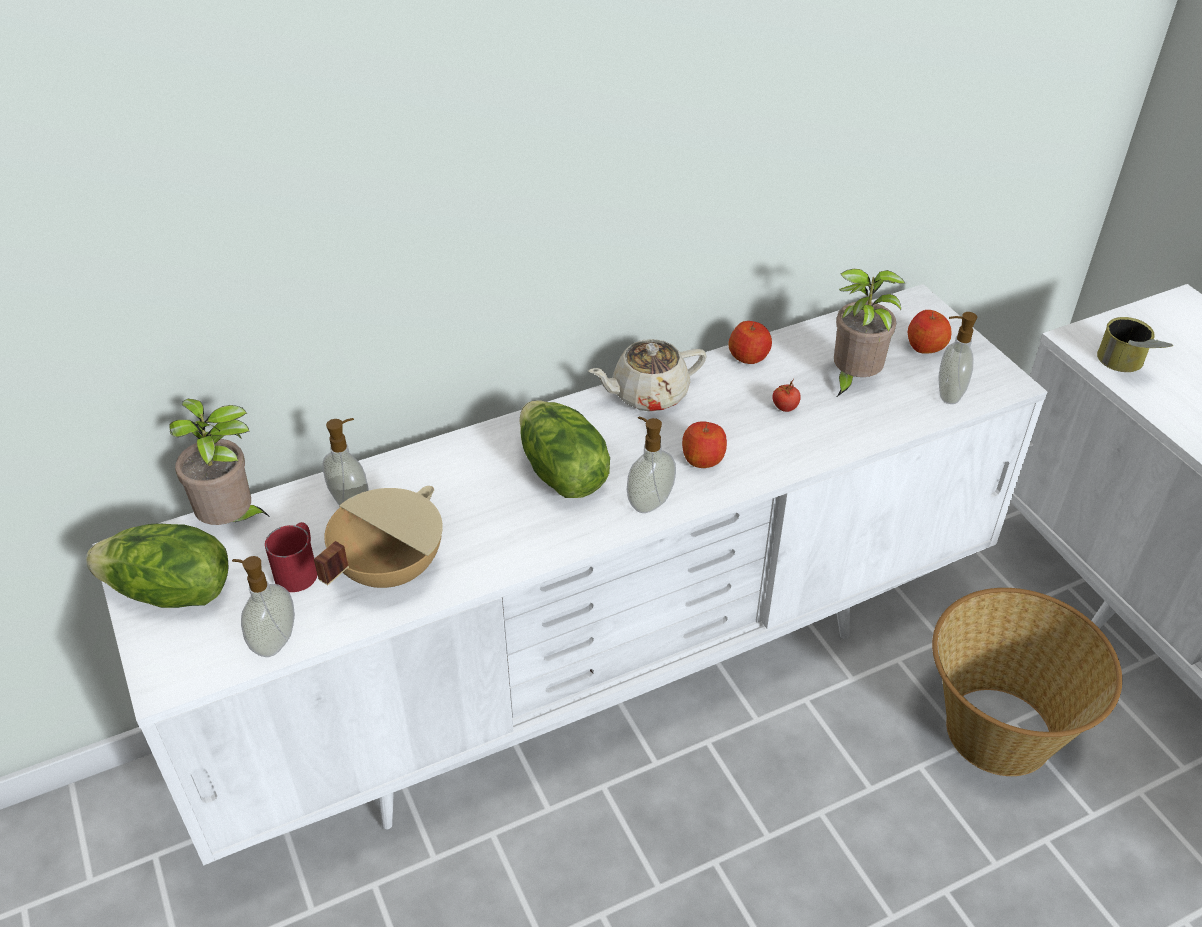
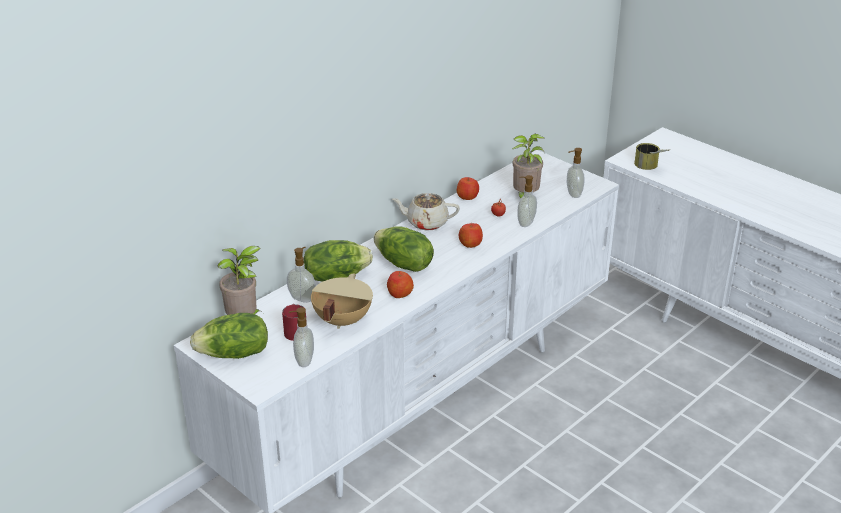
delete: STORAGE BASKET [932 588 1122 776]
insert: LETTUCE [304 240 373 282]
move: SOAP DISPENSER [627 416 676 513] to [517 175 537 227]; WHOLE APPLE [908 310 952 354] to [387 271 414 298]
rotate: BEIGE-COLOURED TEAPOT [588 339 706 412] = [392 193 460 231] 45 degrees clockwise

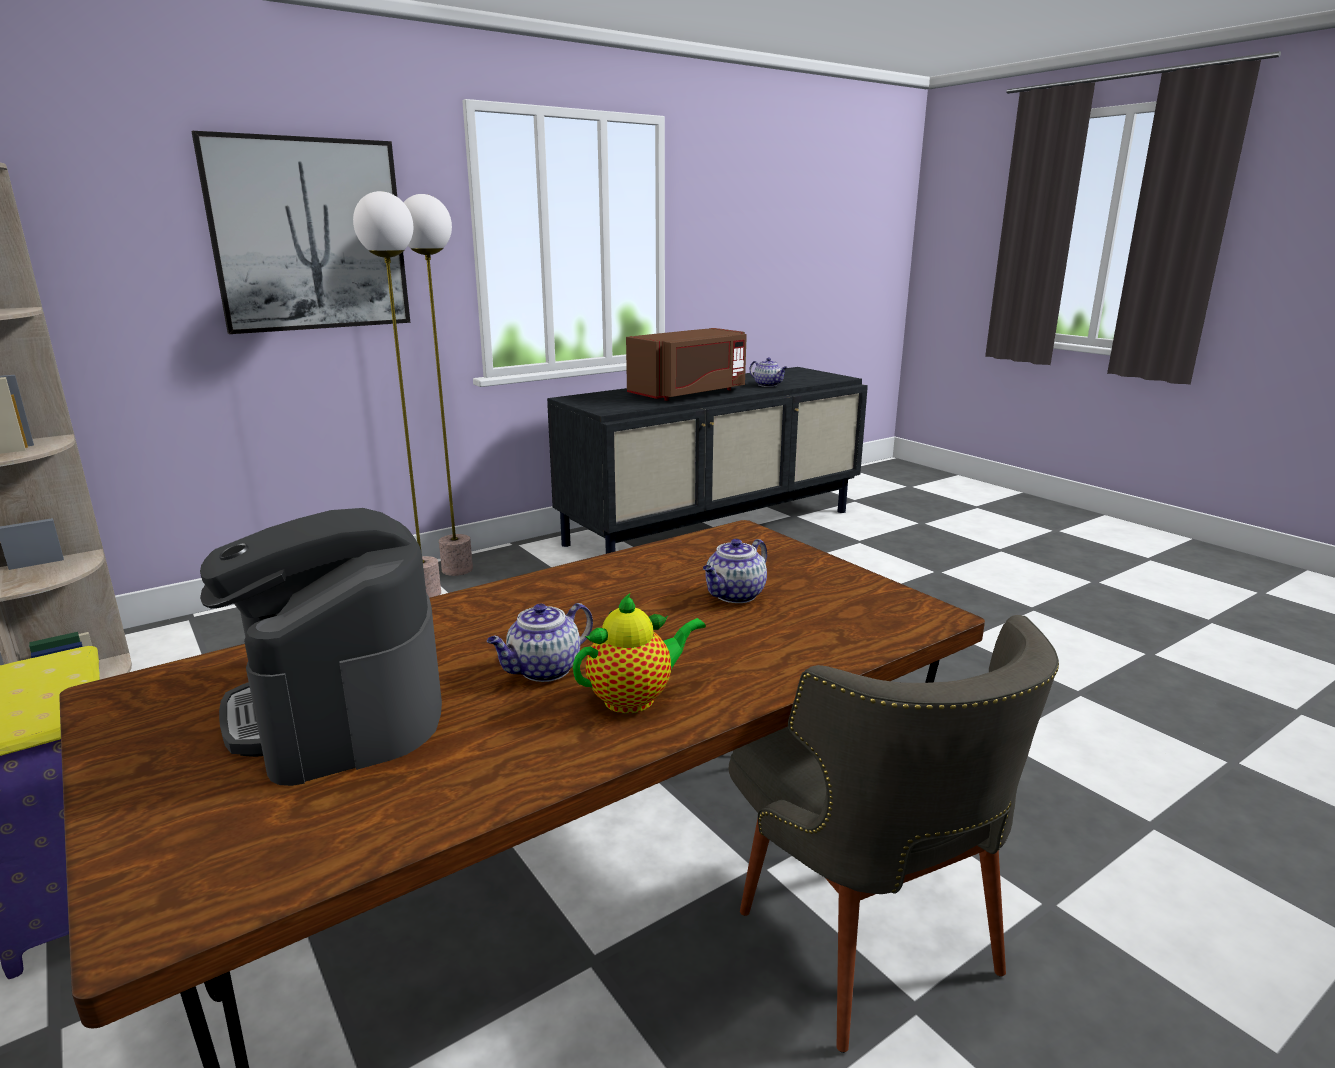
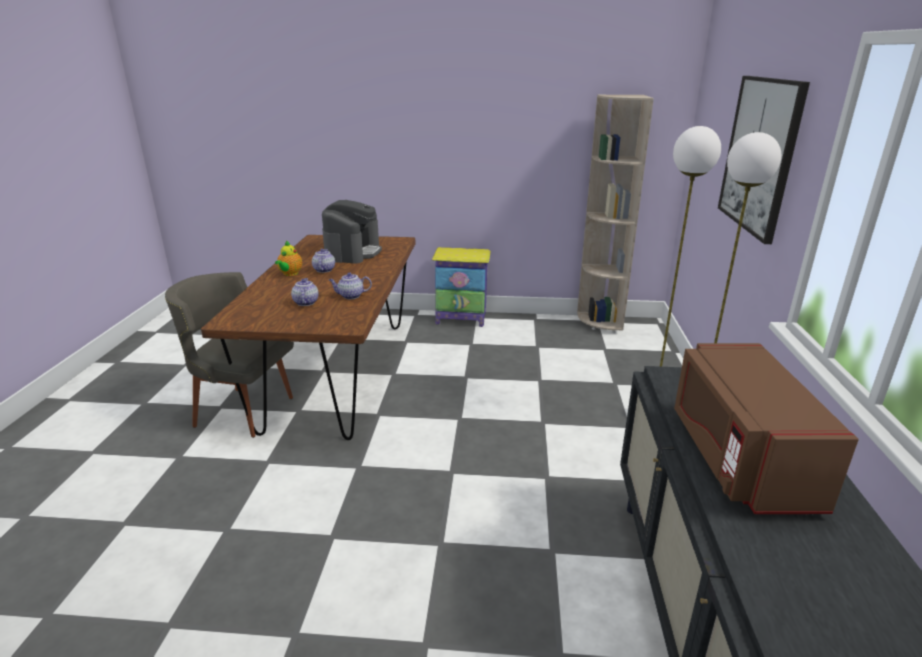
move: TEAPOT [750 358 788 387] to [329 272 372 299]
rotate: COFFEE MAKER [200 508 442 786] = [322 200 382 264] 90 degrees clockwise

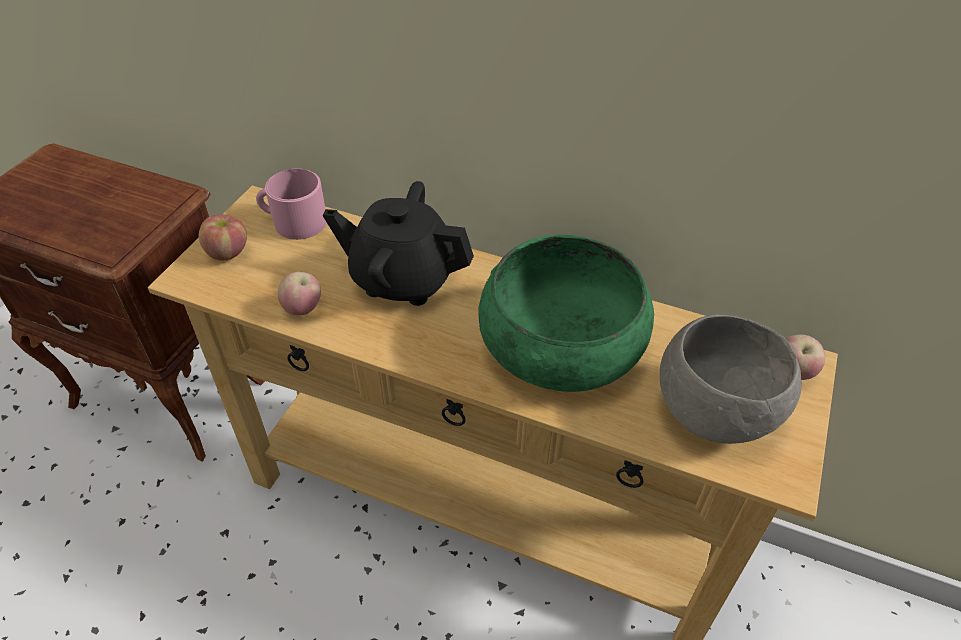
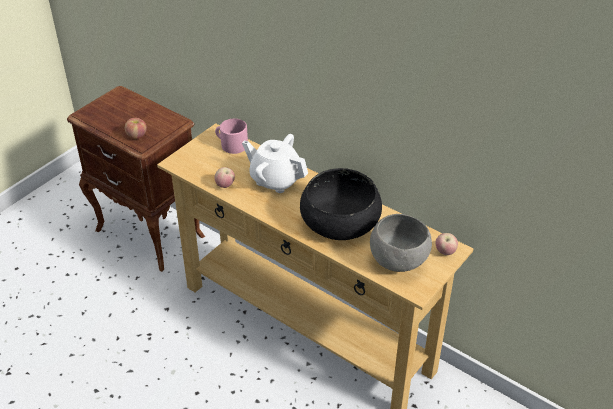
move: WHOLE APPLE [199 214 247 260] to [125 118 147 139]
recolor: BLACKISH TEAPOT [323 181 474 306] to WHITE-COLOURED TEAPOT [242 134 308 193]; GREEN DEEP DISH [478 234 654 392] to BLACKISH DEEP DISH [300 168 382 240]

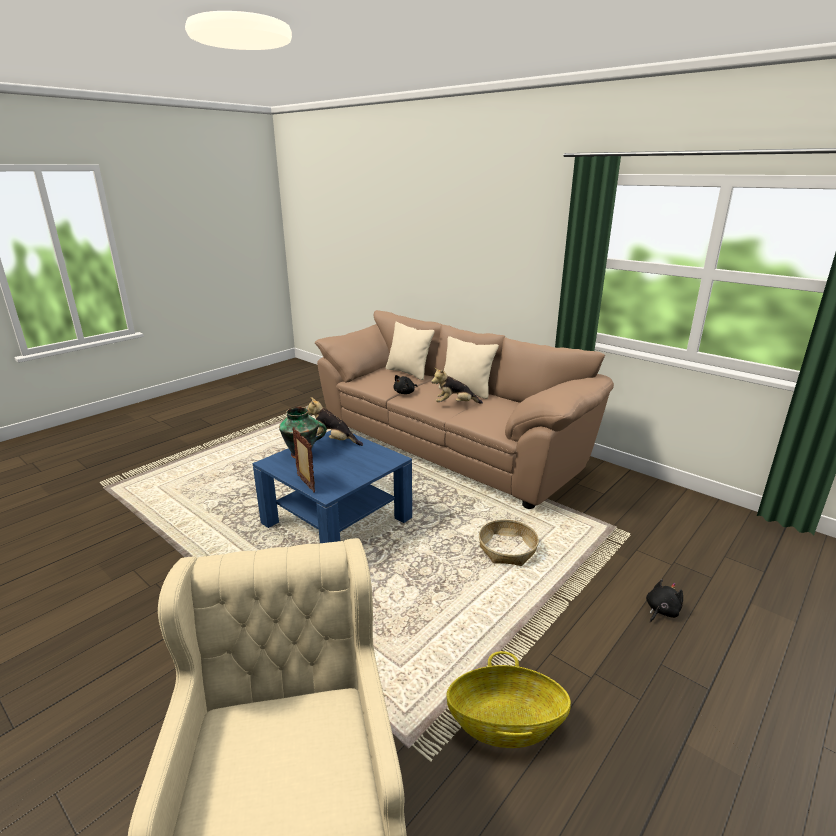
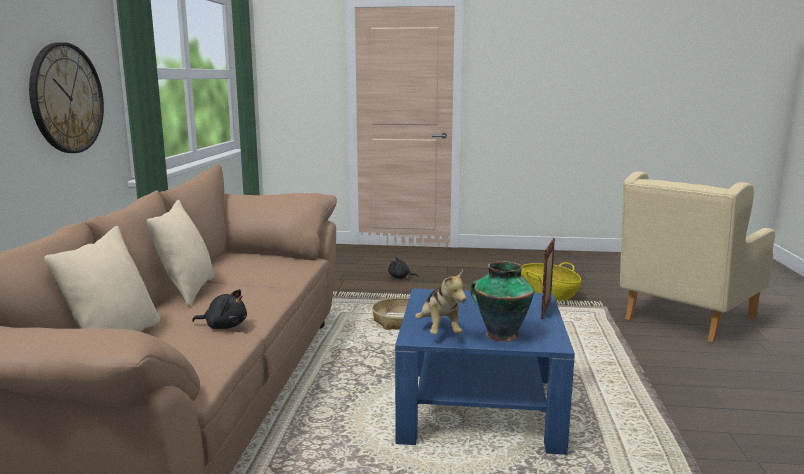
delete: CUDDLY TOY [431 368 483 404]
insert: WALL CLOCK [29 42 104 153]

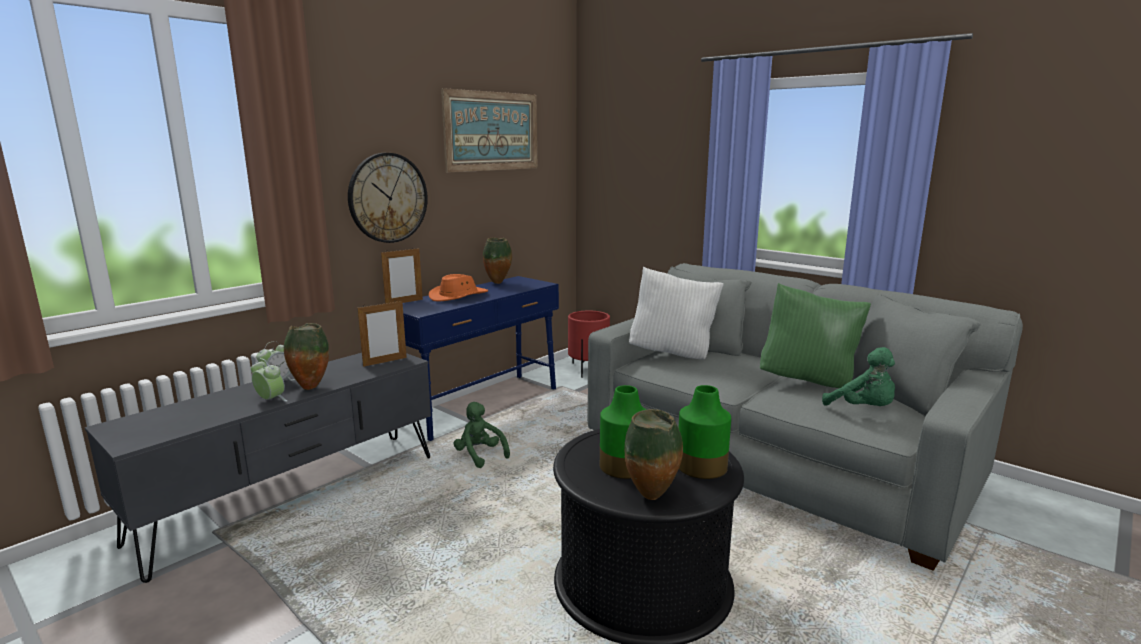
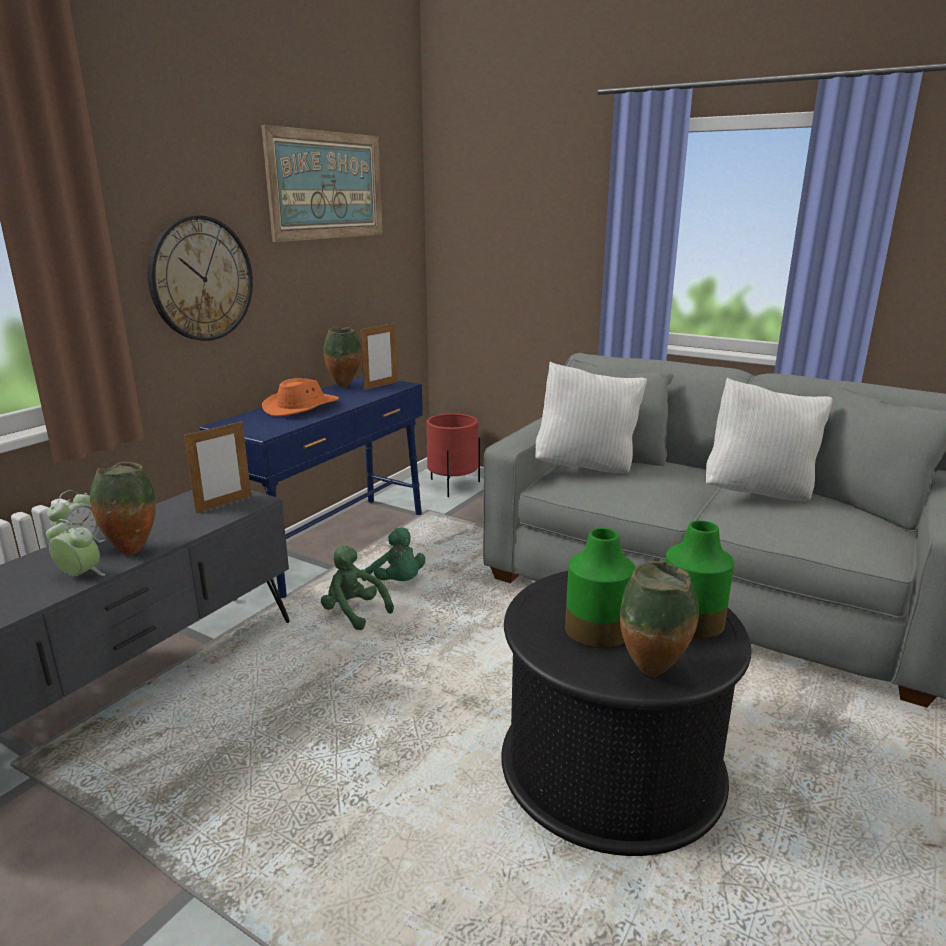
move: PHOTO FRAME [381 248 423 304] to [360 322 398 390]; GREEN CUDDLY TOY [822 347 895 406] to [361 527 425 581]
recolor: GREEN PILLOW [760 283 871 388] to WHITE-COLOURED PILLOW [706 378 832 502]

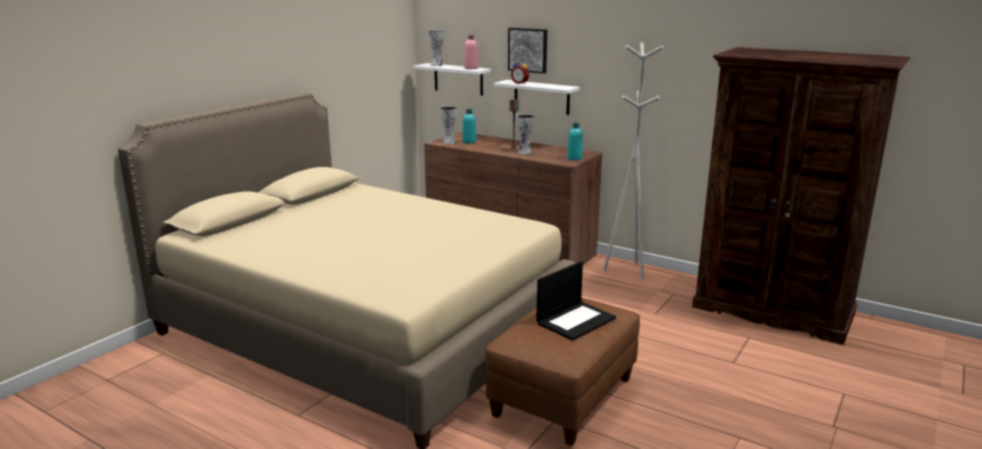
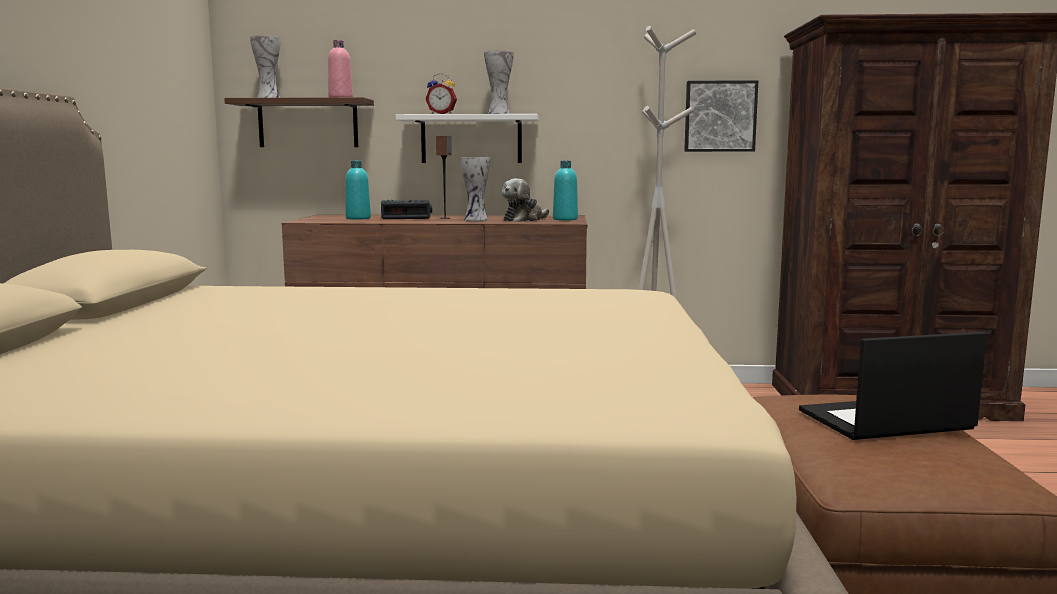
insert: TABLE CLOCK [381 200 432 219]; CUDDLY TOY [502 178 549 222]
move: FLOWER VASE [440 106 457 144] to [484 51 514 114]; WALL ART [508 28 547 74] to [684 80 758 152]
recolor: WHITE-COLOURED SHELF [413 63 491 95] to BROWN-COLOURED SHELF [224 97 374 147]
rotate: NOTEBOOK COMPUTER [536 261 616 341] = [799 332 987 440] 120 degrees counterclockwise

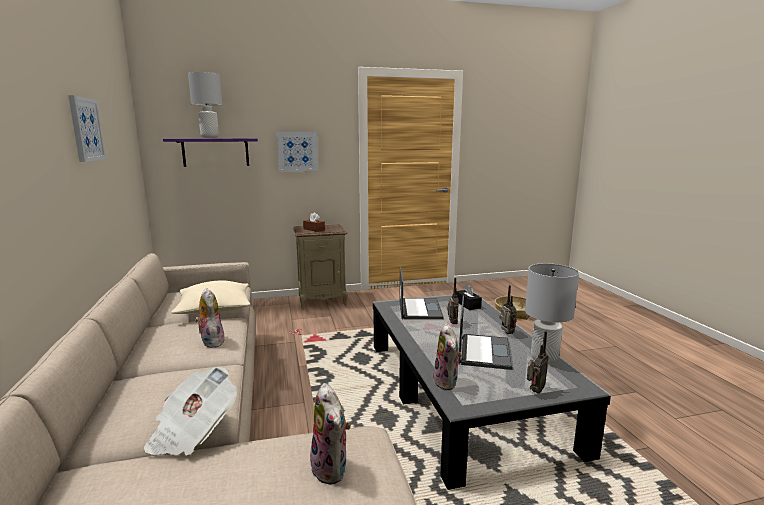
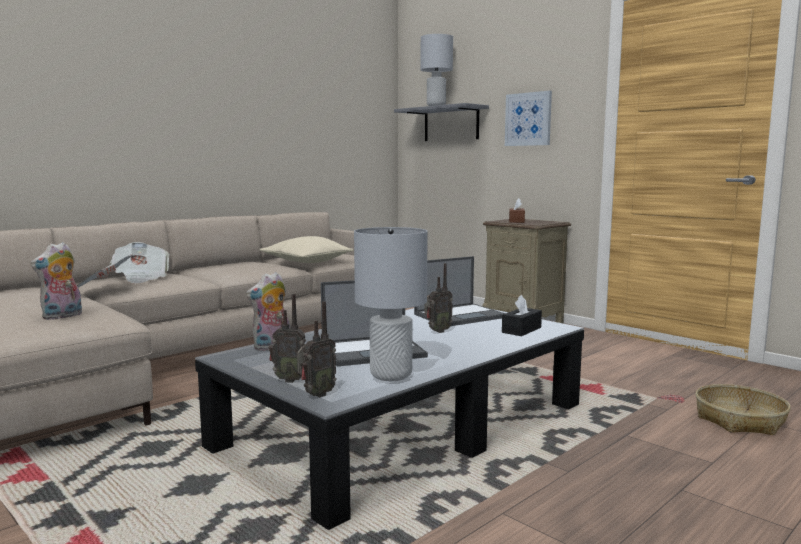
delete: WALL ART [68 95 106 162]; CUDDLY TOY [195 288 225 348]
insert: PRINTED PAPER [110 242 169 284]
move: RADIO SET [500 285 517 334] to [297 301 337 397]
recolor: PURPLE-COLOURED SHELF [163 138 258 167] to GREYISH SHELF [394 103 489 141]

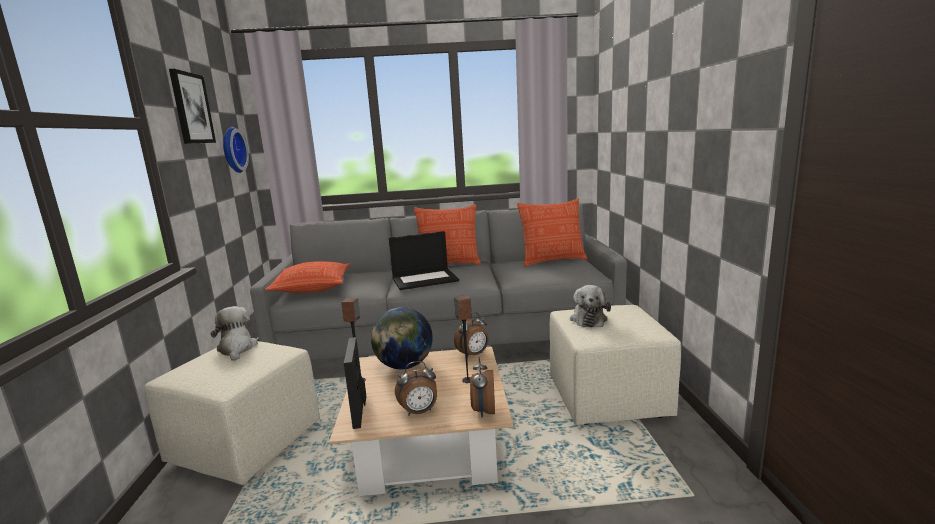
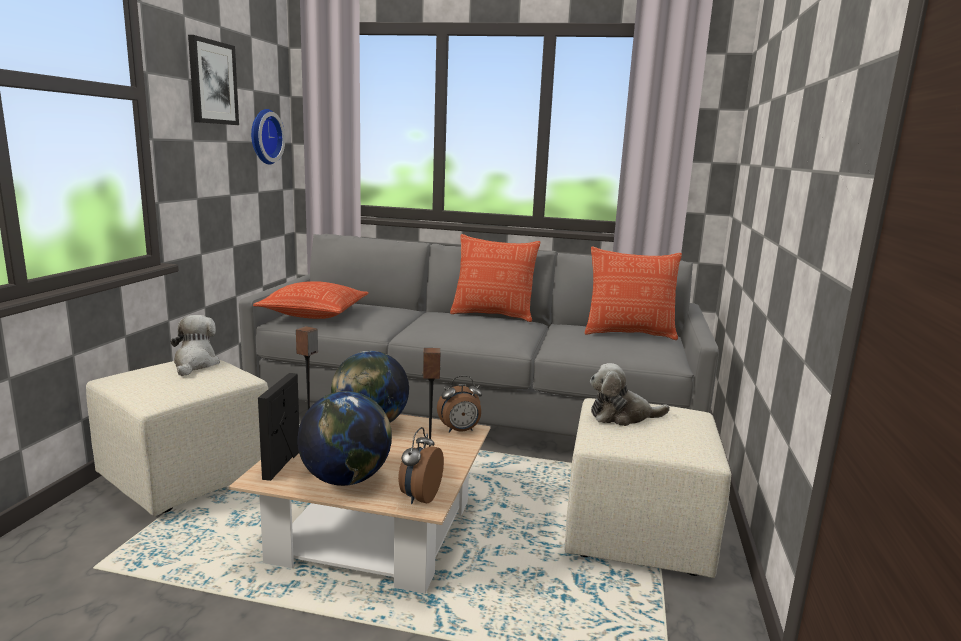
delete: NOTEBOOK COMPUTER [389 231 459 290]
replace: TABLE CLOCK [395 361 437 416] to DESK GLOBE [297 391 392 486]
rotate: CUDDLY TOY [570 285 611 327] = [590 363 670 426] 60 degrees clockwise

